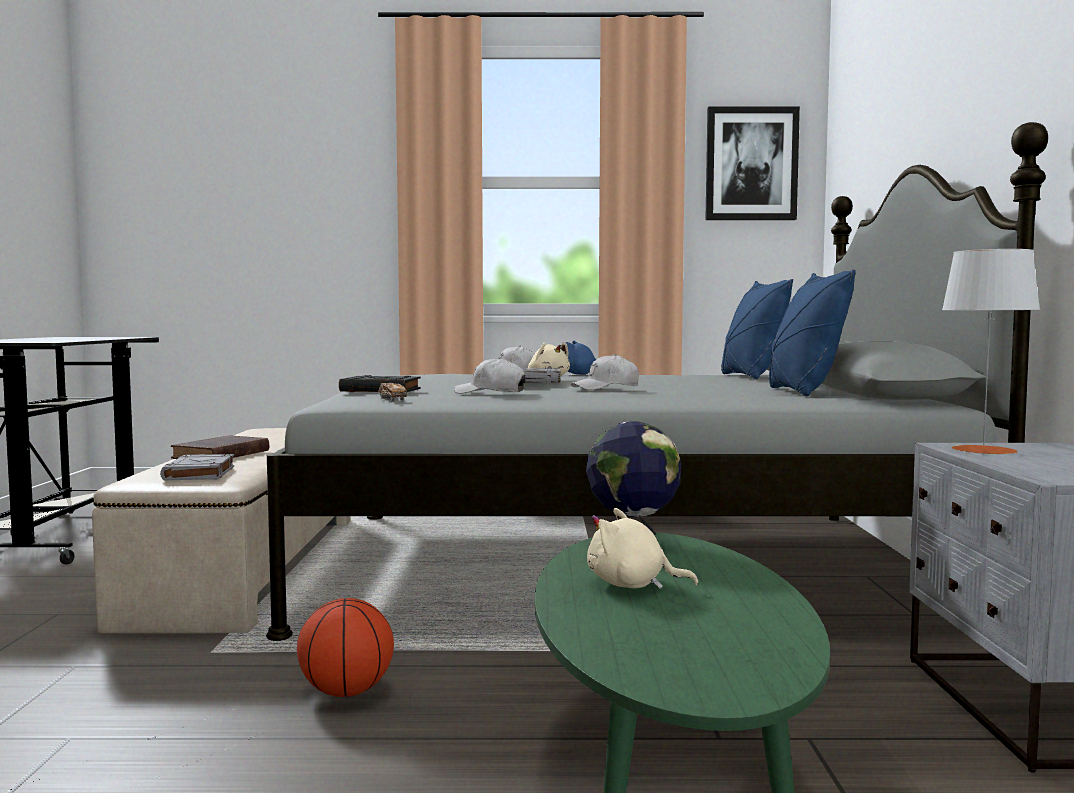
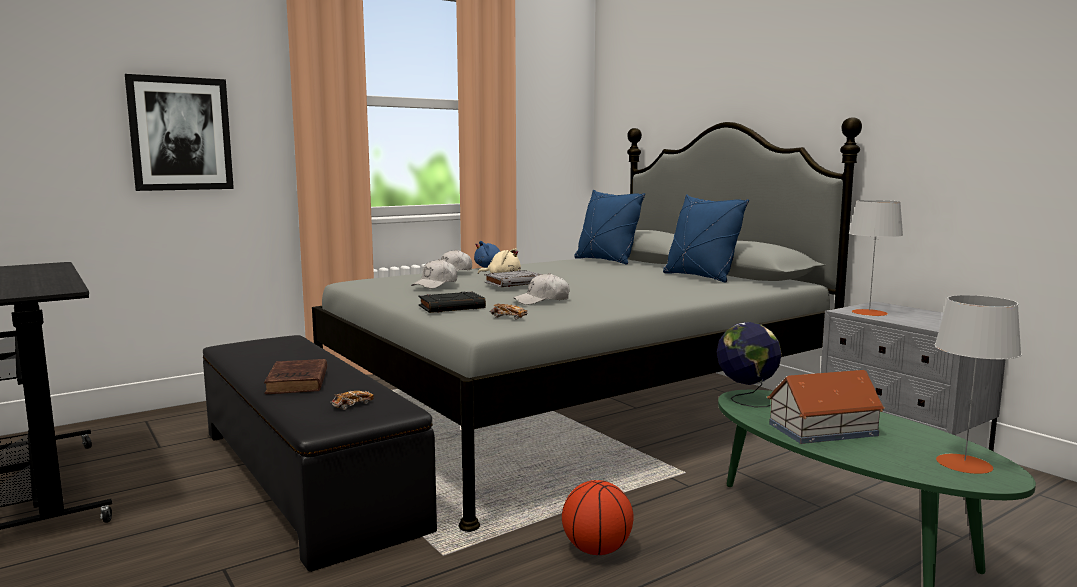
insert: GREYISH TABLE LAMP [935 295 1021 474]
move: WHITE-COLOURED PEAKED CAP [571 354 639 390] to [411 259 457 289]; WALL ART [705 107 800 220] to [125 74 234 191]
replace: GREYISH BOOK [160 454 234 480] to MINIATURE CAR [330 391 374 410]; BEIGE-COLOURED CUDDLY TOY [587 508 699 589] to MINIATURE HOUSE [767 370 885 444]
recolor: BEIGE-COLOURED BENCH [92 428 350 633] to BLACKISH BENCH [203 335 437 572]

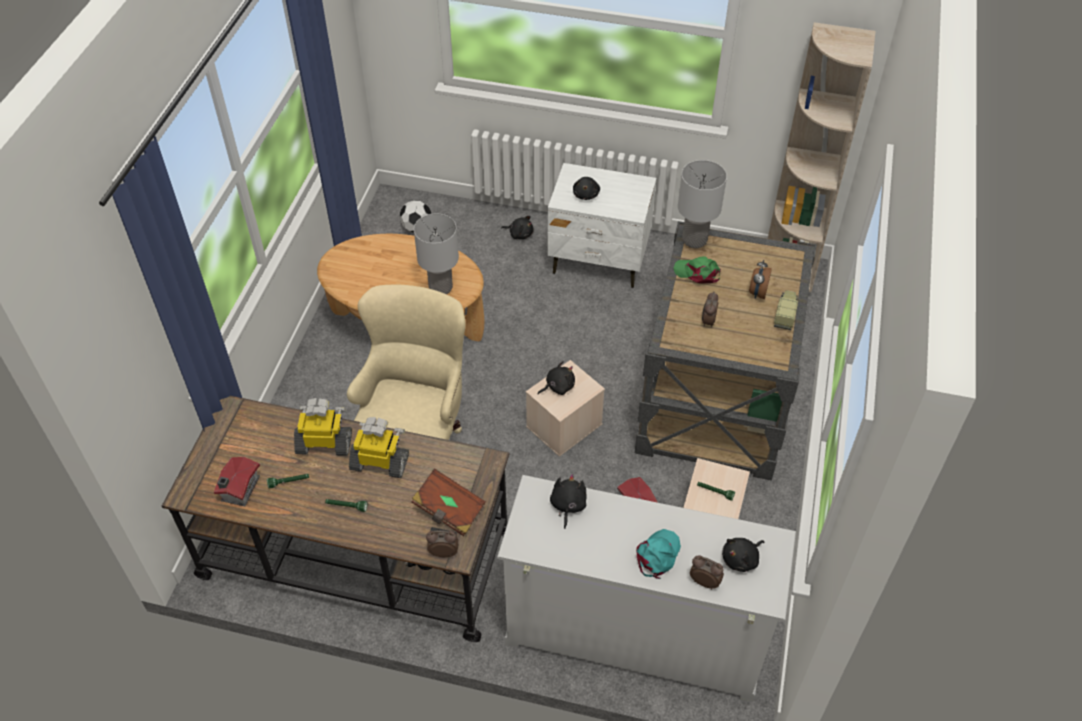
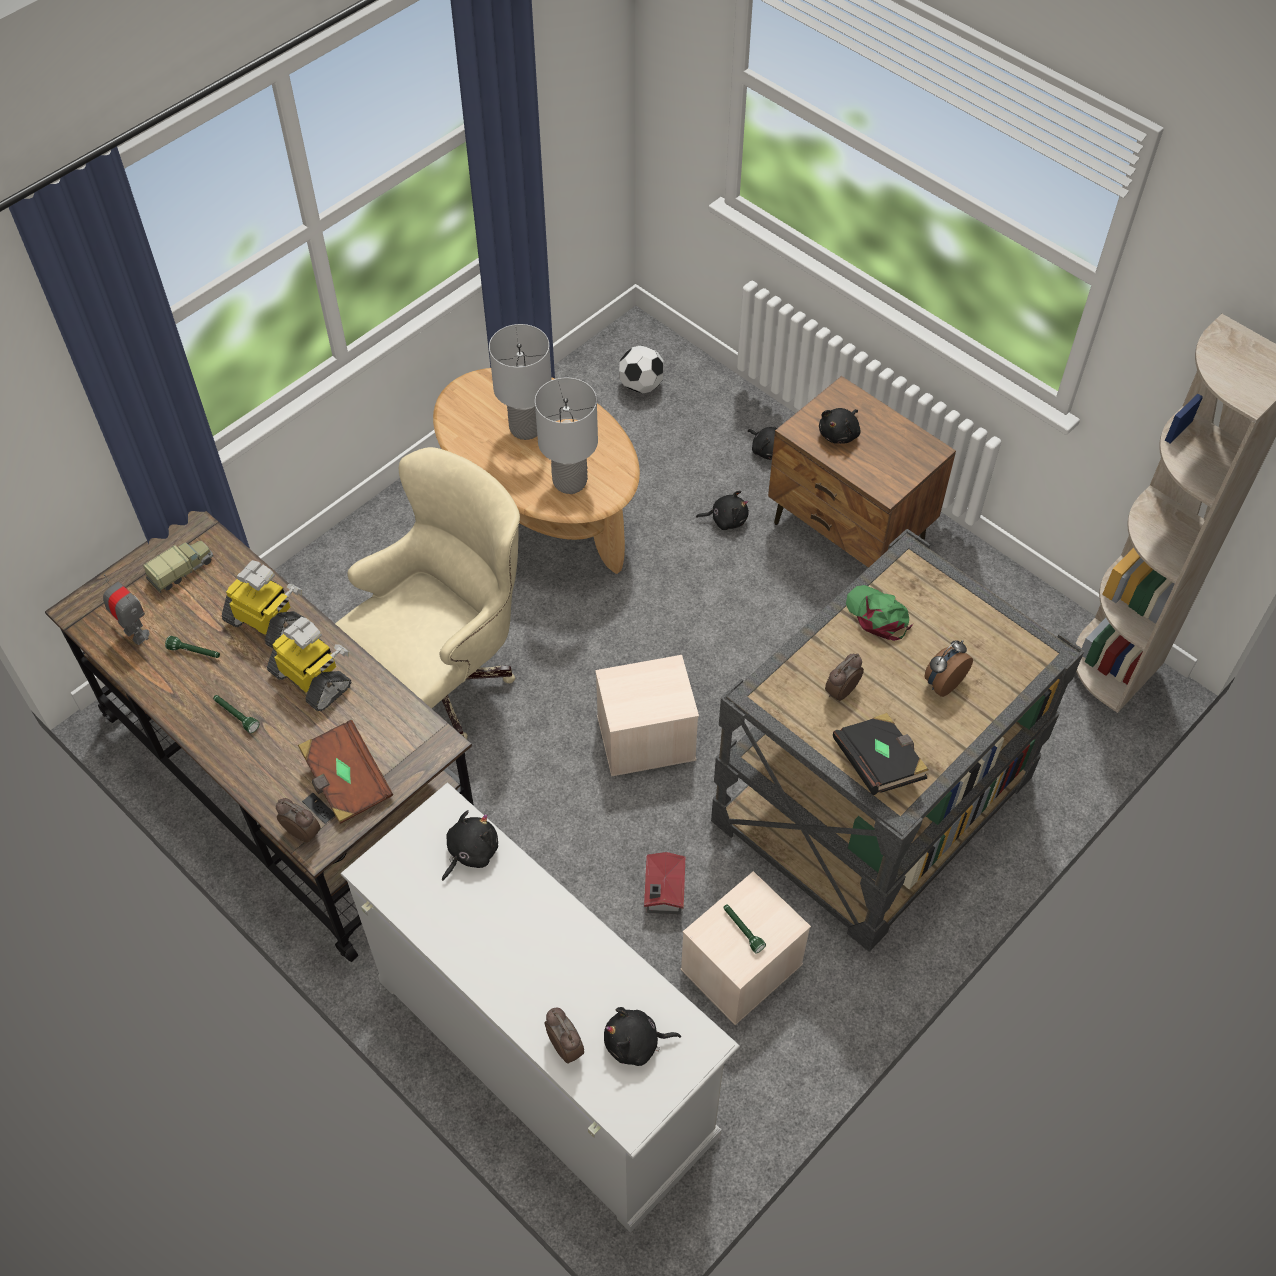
delete: TURQUOISE-COLOURED PEAKED CAP [636 529 681 579]
insert: BLACKISH BOOK [833 713 928 795]
move: BLACKISH CUDDLY TOY [537 361 575 395] to [696 490 749 530]; GREYISH TABLE LAMP [678 160 727 248] to [489 324 552 440]; MODEL TRUCK [774 290 798 330] to [143 540 213 593]
replace: MINIATURE HOUSE [214 457 260 506] to MODEL ROBOT [103 574 150 645]
recolor: WHITE-COLOURED BEDSIDE TABLE [547 163 657 288] to BROWN-COLOURED BEDSIDE TABLE [768 376 956 568]

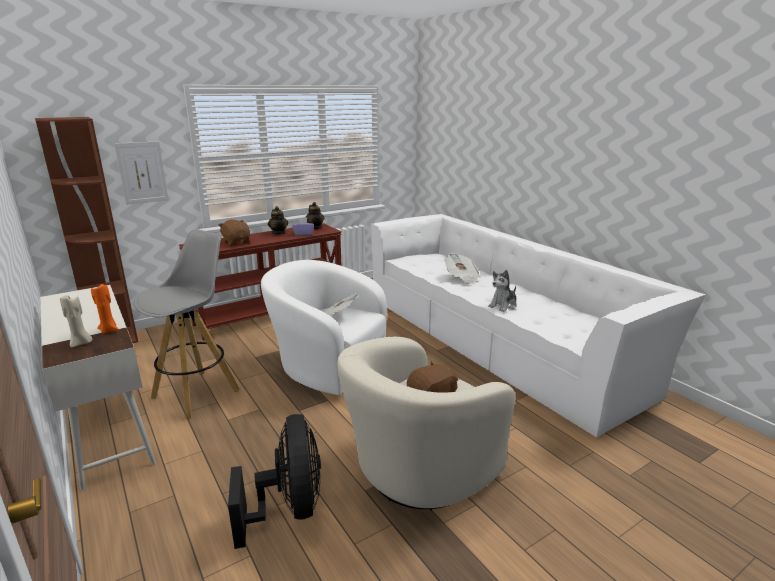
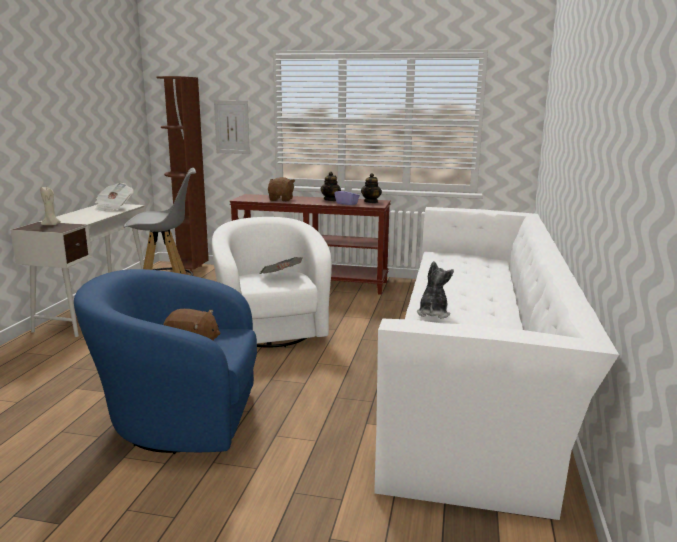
delete: ORANGE WAX CANDLE [91 284 119 334]; BLACKISH COOLING FAN [228 414 321 549]
move: PRINTED PAPER [444 253 481 284] to [95 183 134 211]
recolor: BEIGE-COLOURED ARMCHAIR [337 337 515 510] to BLUE-COLOURED ARMCHAIR [74 269 257 454]
rotate: CUDDLY TOY [488 270 517 312] = [417 261 454 319] 105 degrees clockwise

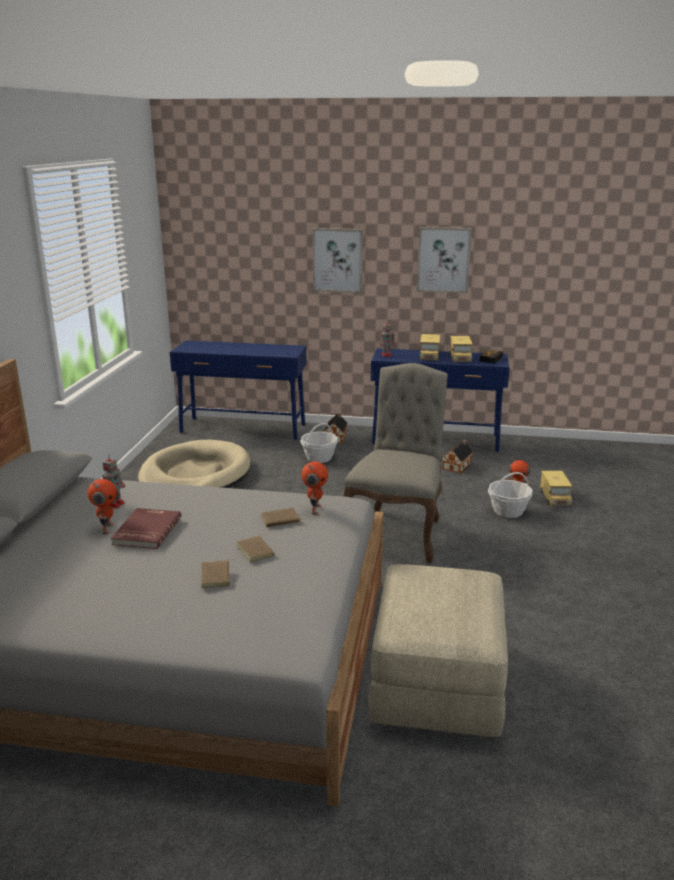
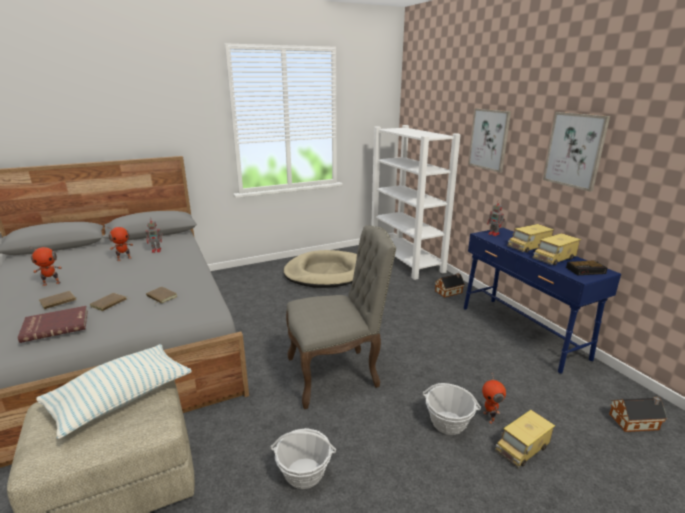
insert: PILLOW [36 344 192 439]
move: RED-COLOURED BOOK [111 508 181 549] to [18 306 88 343]; STORAGE BASKET [301 423 338 463] to [271 428 336 489]; MODEL ROBOT [301 461 328 515] to [28 246 62 286]; MINIATURE HOUSE [441 440 473 473] to [609 397 667 432]
replace: BLUE-COLOURED HALL TABLE [170 340 307 440] to WHITE-COLOURED BOOKCASE [371 125 461 280]

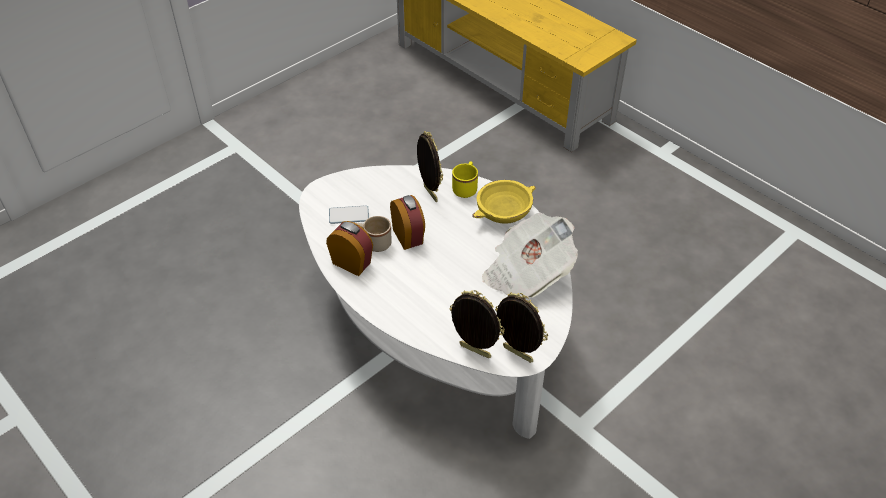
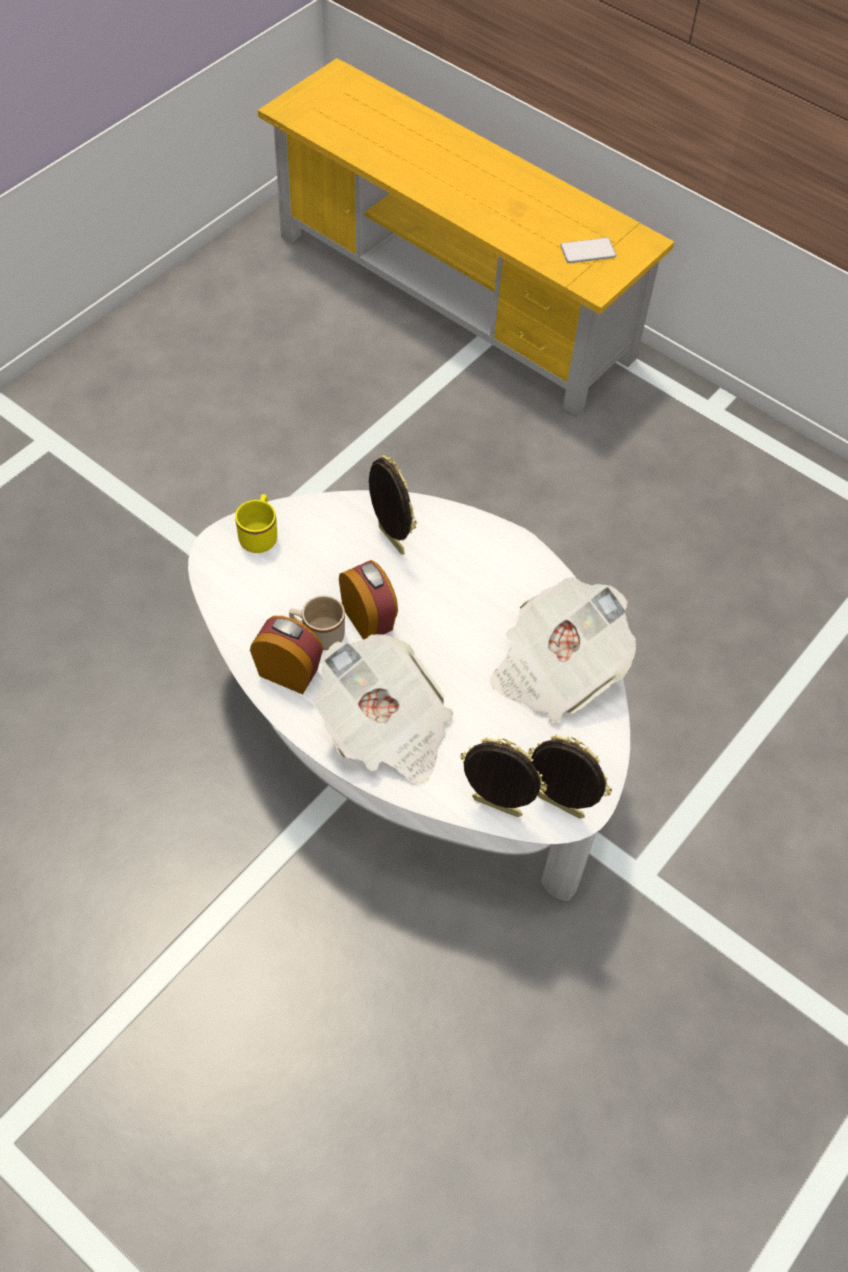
delete: YELLOW DEEP DISH [472 180 536 224]
insert: PRINTED PAPER [314 634 453 784]
move: HANDSET [329 206 369 224] to [560 238 616 263]; YELLOW COFFEE MUG [452 161 478 198] to [235 494 277 553]

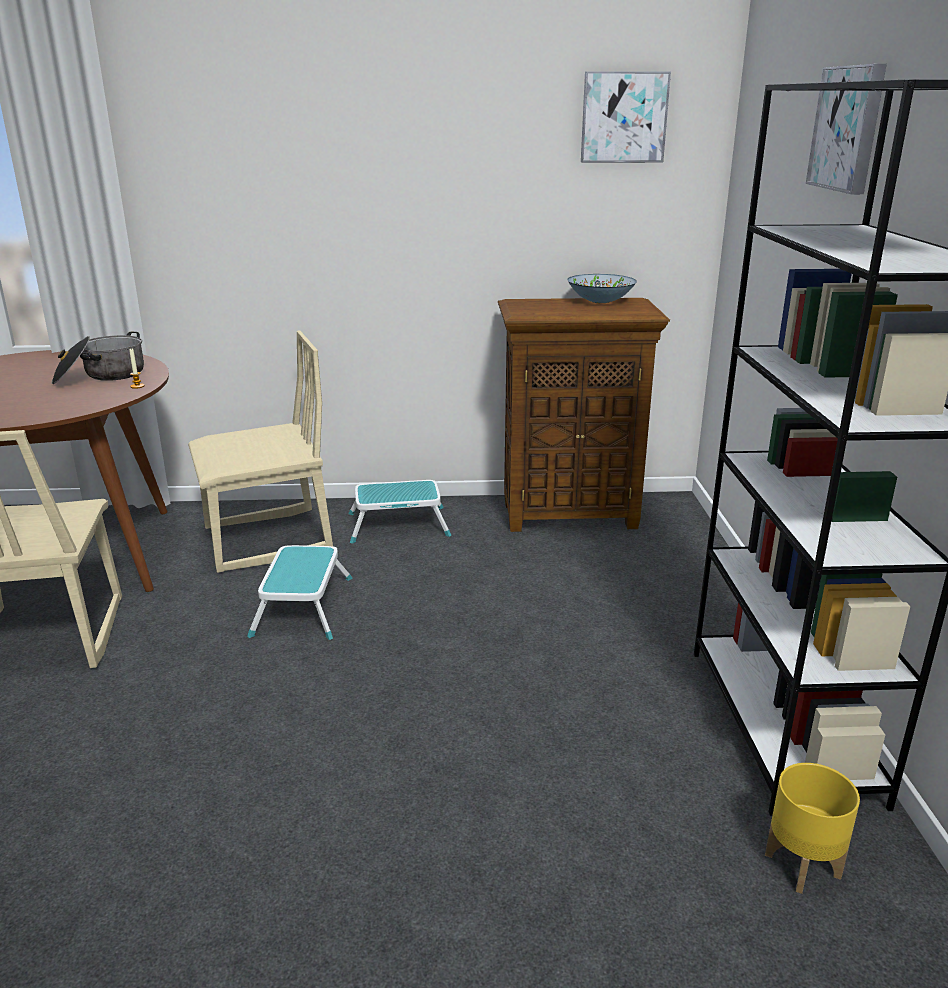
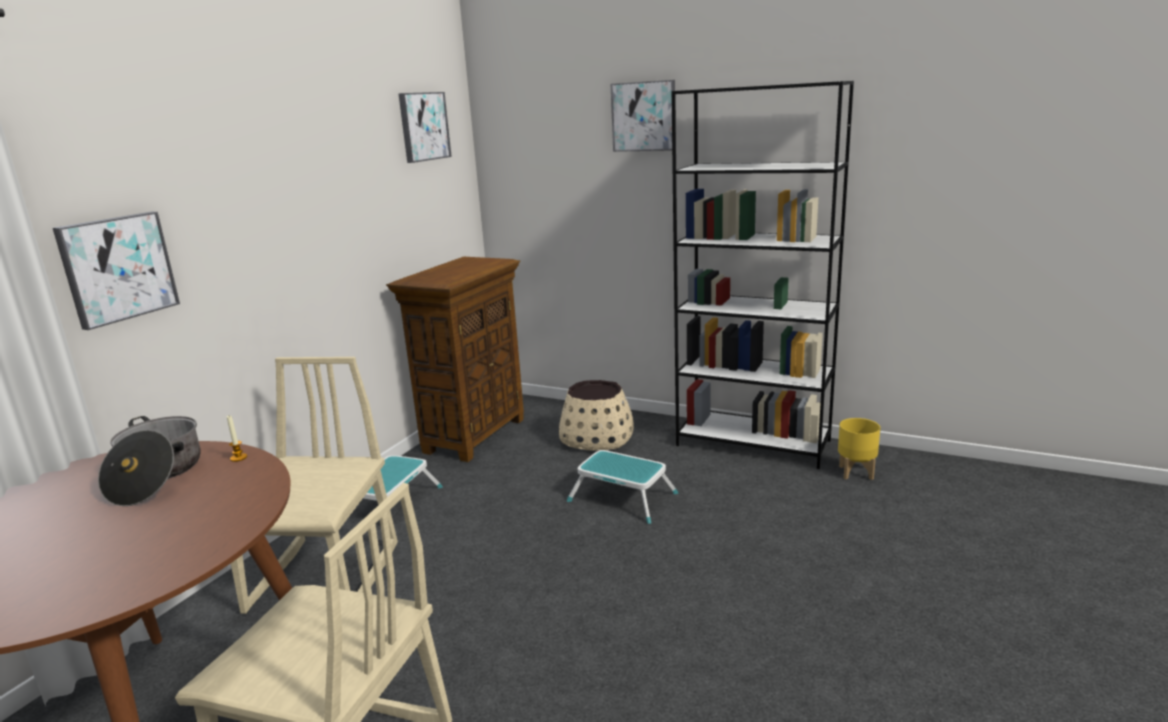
delete: DEEP DISH [567 274 637 303]
insert: WALL ART [53 212 180 330]; BEIGE-COLOURED PLANTER [559 380 634 450]
move: TURQUOISE-COLOURED STEP LADDER [247 545 353 640] to [566 450 679 524]

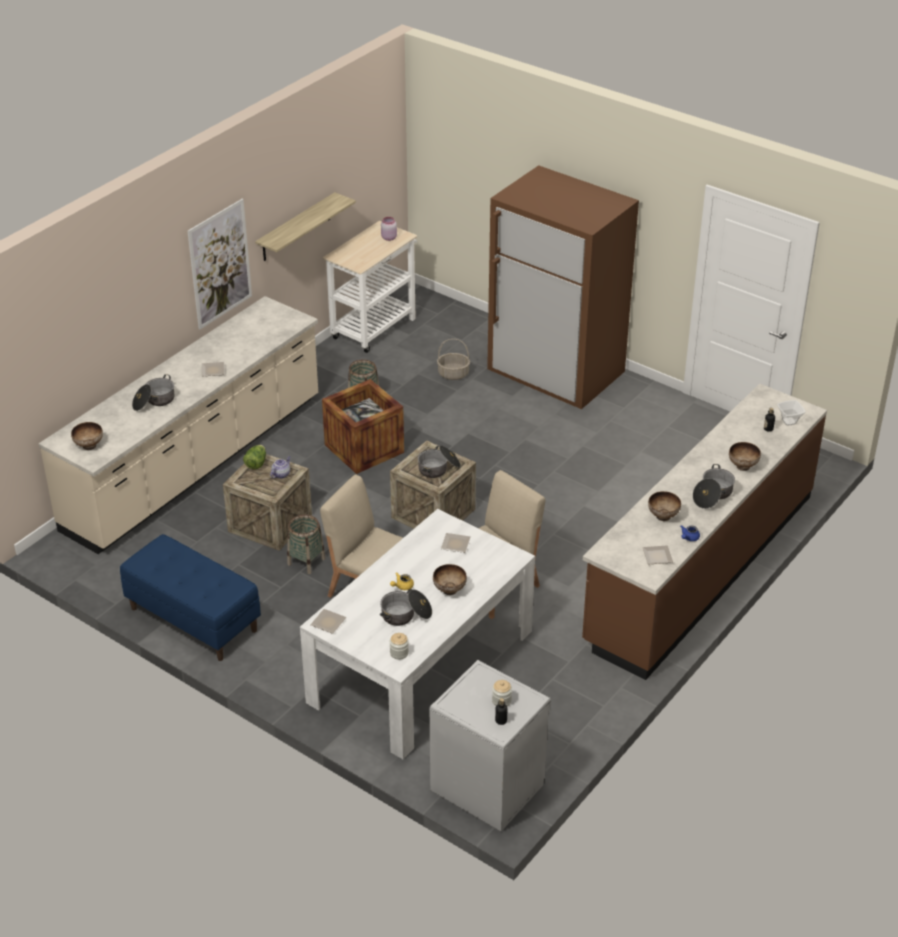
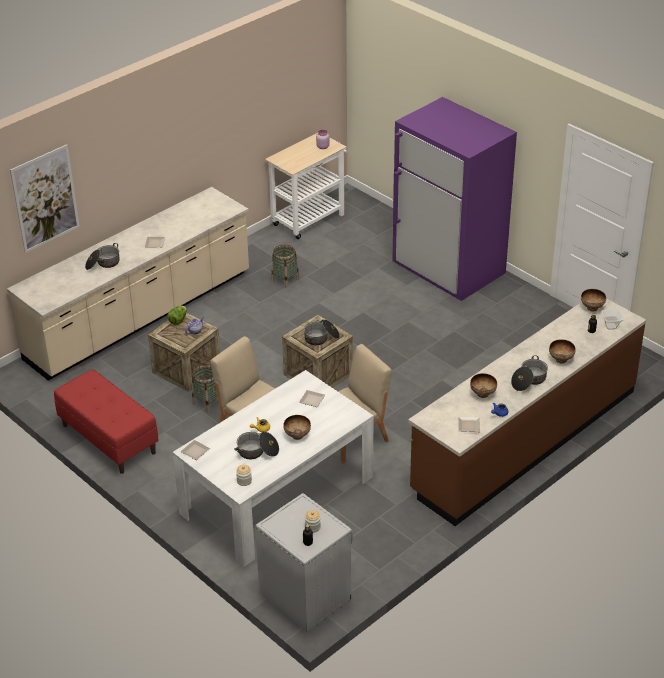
delete: SHELF [255 192 356 261]; CRATE [322 379 404 474]; STORAGE BASKET [437 339 470 380]
move: DEEP DISH [71 422 103 450] to [581 289 606 312]; WALL ART [187 199 252 330] to [10 144 80 253]
recolor: BLUE-COLOURED BENCH [120 534 261 661] to RED-COLOURED BENCH [54 369 159 474]; BROWN-COLOURED FRIDGE [487 165 639 409] to PURPLE-COLOURED FRIDGE [392 97 517 301]

